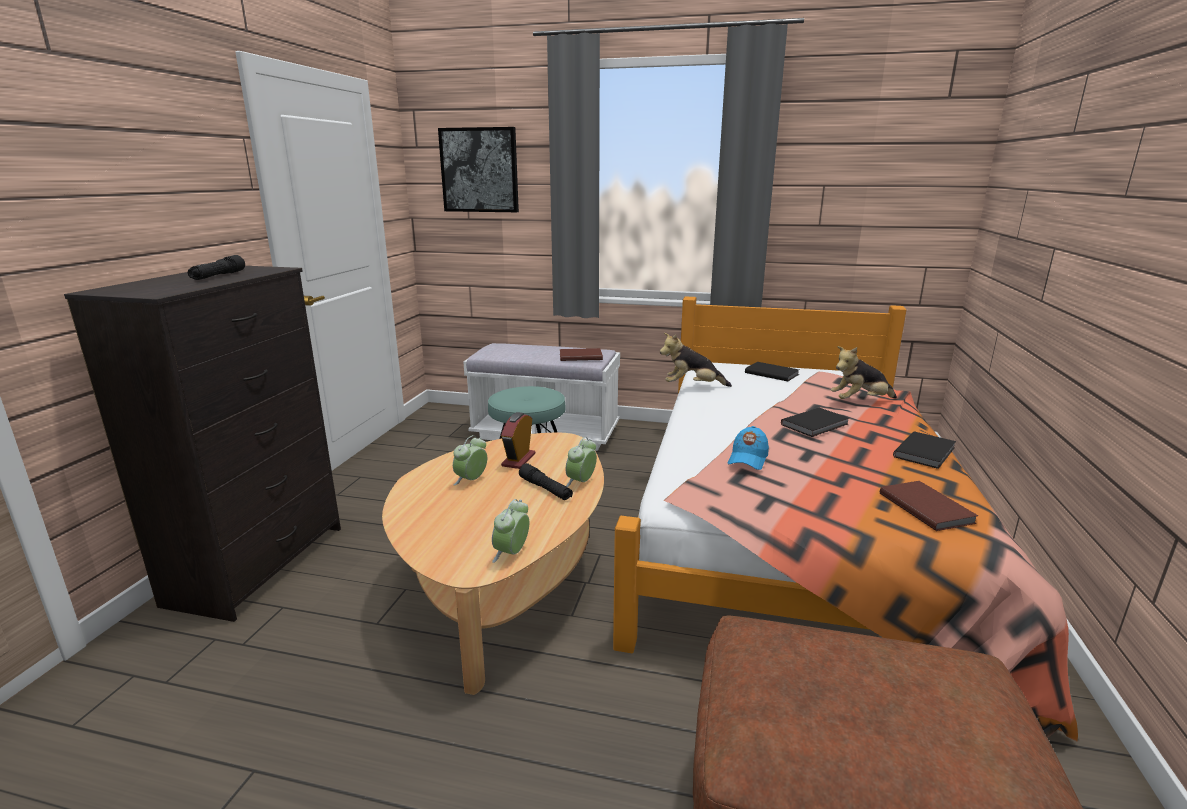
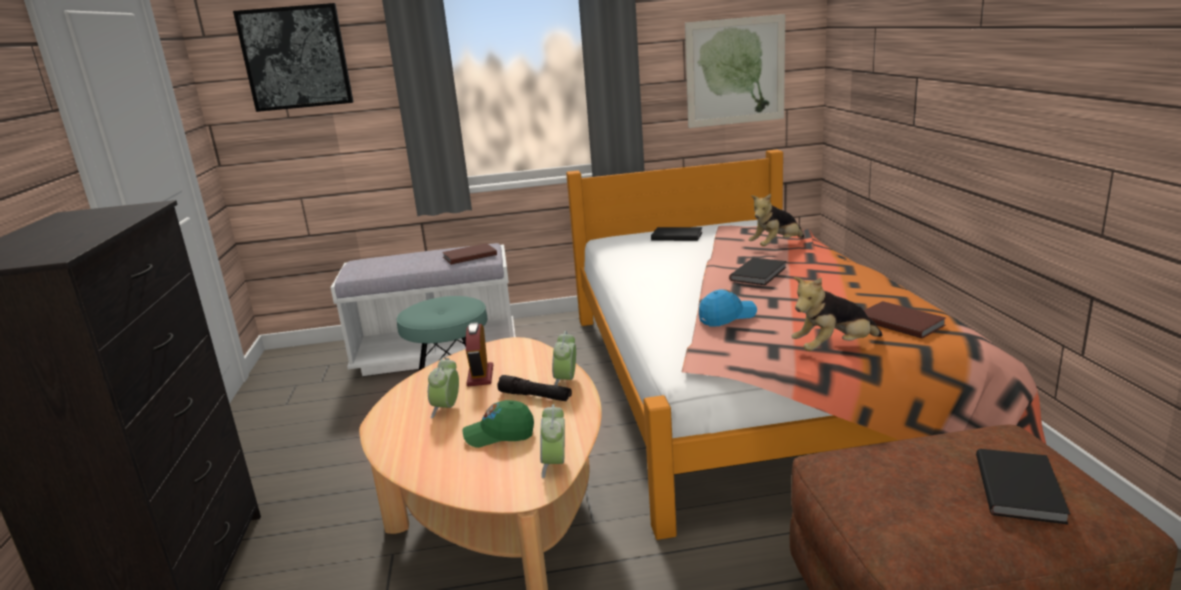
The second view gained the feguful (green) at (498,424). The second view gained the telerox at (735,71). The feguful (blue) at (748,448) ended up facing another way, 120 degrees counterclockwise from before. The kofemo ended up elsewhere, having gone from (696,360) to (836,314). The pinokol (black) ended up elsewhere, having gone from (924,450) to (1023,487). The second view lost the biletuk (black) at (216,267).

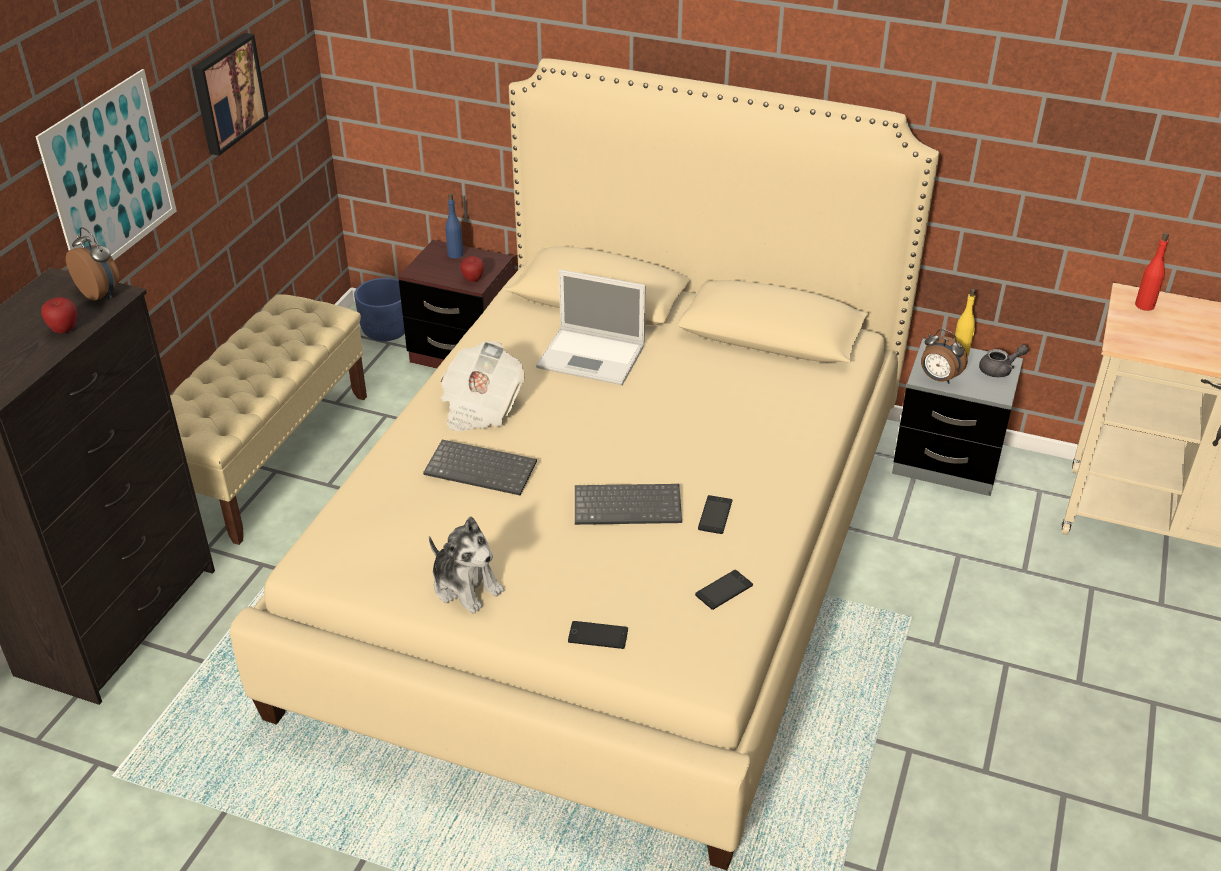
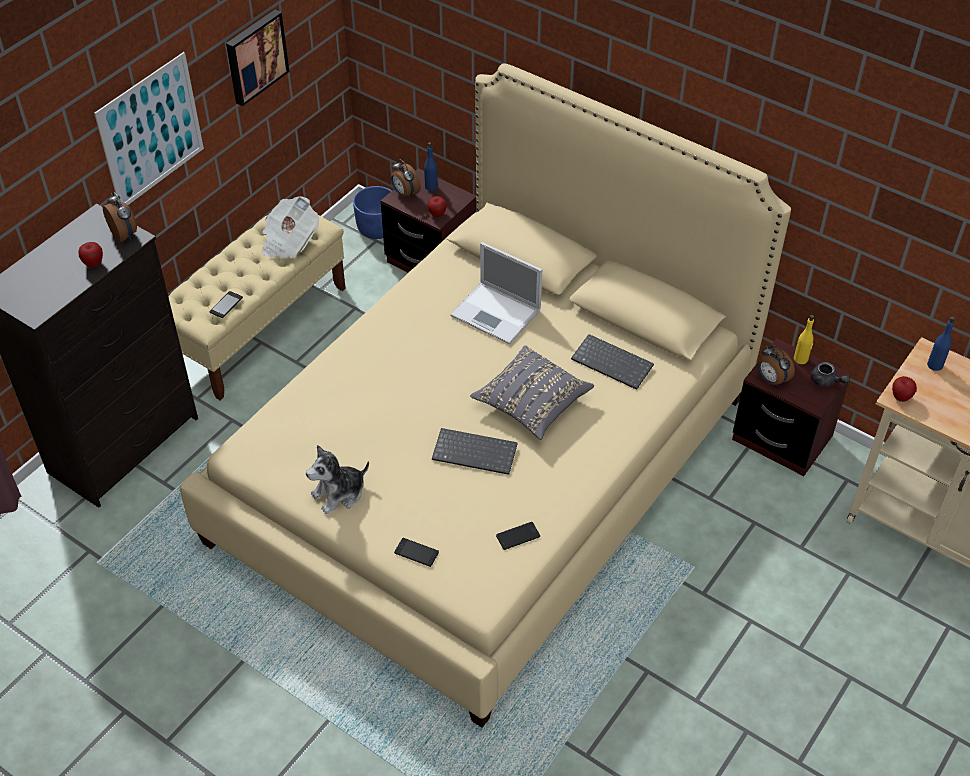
The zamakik ended up elsewhere, having gone from (715,514) to (226,304). The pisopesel ended up elsewhere, having gone from (483,386) to (290,227). The kofemo at (466,565) ended up facing another way, 90 degrees clockwise from before. The second view gained the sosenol at (406,179). The second view gained the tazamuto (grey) at (532,392). The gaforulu ended up elsewhere, having gone from (480,467) to (612,362). What was the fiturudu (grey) at (957,417) turned into the fiturudu (brown) at (791,407). The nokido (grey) at (1004,361) ended up facing another way, 45 degrees clockwise from before. The second view gained the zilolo at (904,389). What was the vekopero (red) at (1152,272) turned into the vekopero (blue) at (941,344).

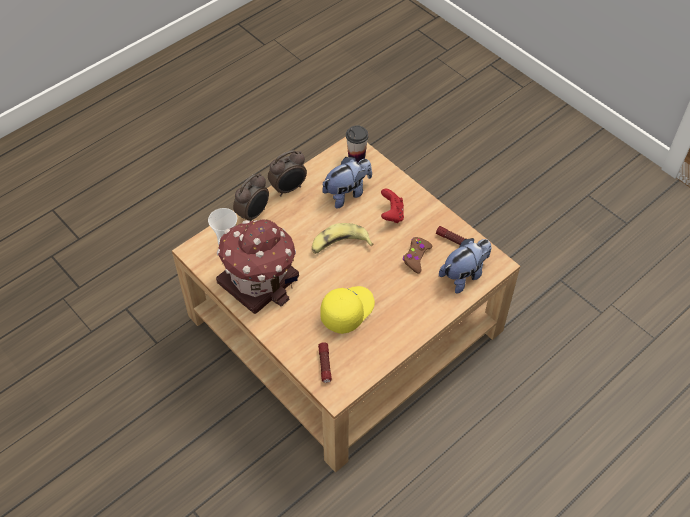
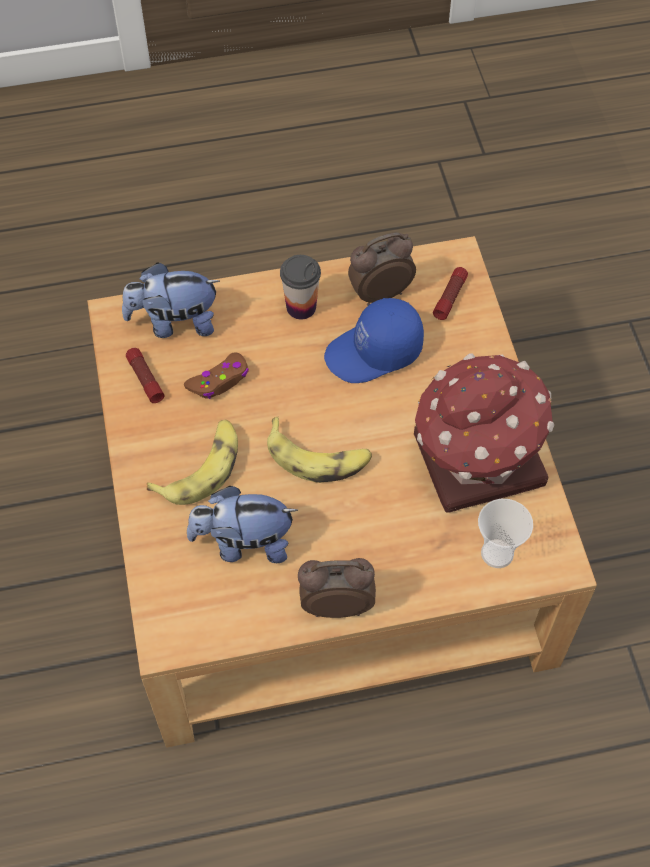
Where the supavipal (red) stood at (392,206), the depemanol came to stand at (192,462). The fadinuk ended up elsewhere, having gone from (357,143) to (300,287). What was the feguful (yellow) at (347,310) turned into the feguful (blue) at (374,340). The sosenol ended up elsewhere, having gone from (251,197) to (382,269).

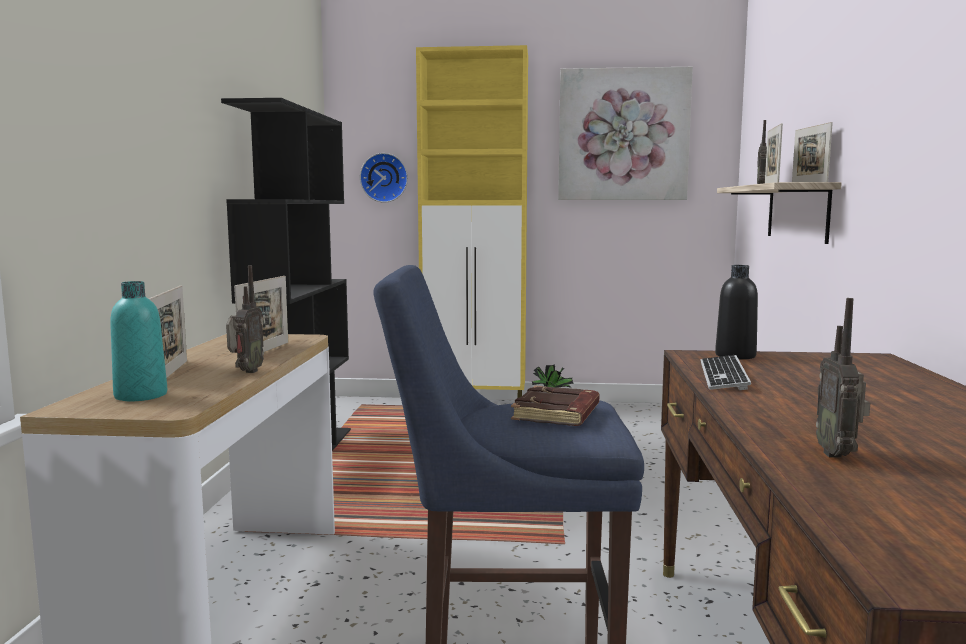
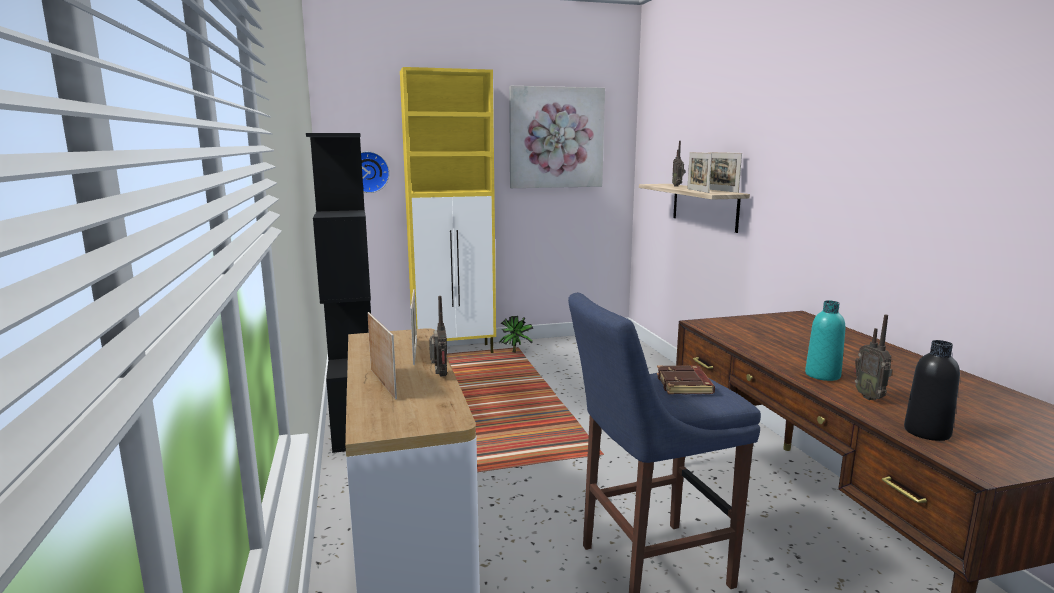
The vekopero (turquoise) ended up elsewhere, having gone from (138,341) to (825,340). The vekopero (black) ended up elsewhere, having gone from (736,312) to (932,390). The second view lost the gaforulu at (725,372).

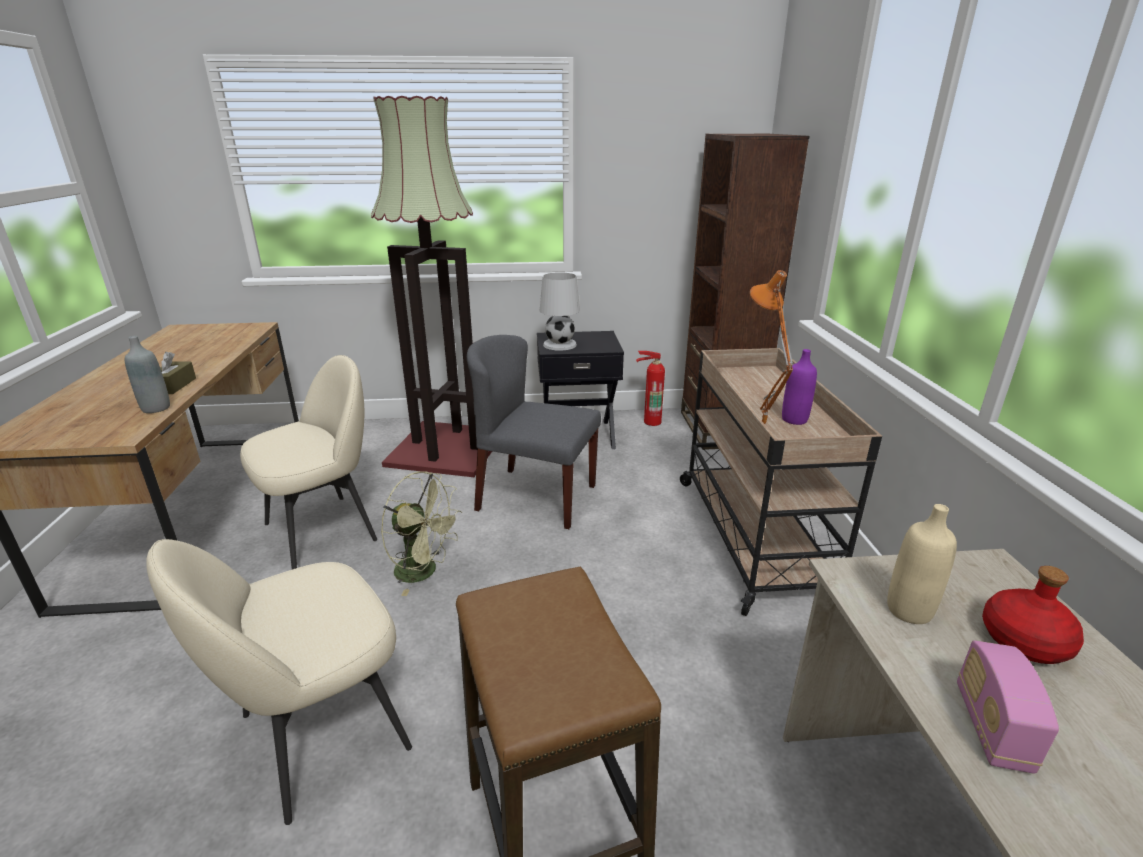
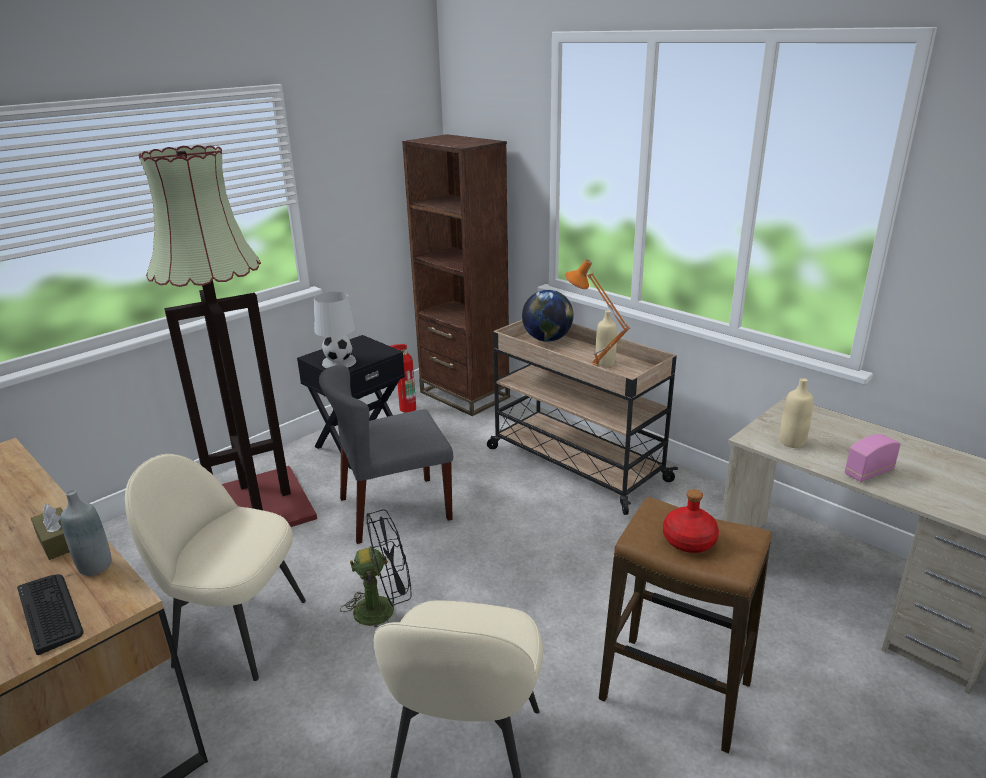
The second view gained the gaforulu at (50,614). The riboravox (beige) at (308,462) ended up facing another way, 90 degrees counterclockwise from before. What was the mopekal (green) at (421,533) turned into the mopekal (black) at (375,568). The second view gained the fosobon at (548,316). What was the vekopero (purple) at (799,387) turned into the vekopero (beige) at (606,338). The vekopero (red) ended up elsewhere, having gone from (1033,615) to (691,521). The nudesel at (1008,707) ended up facing another way, 90 degrees clockwise from before.

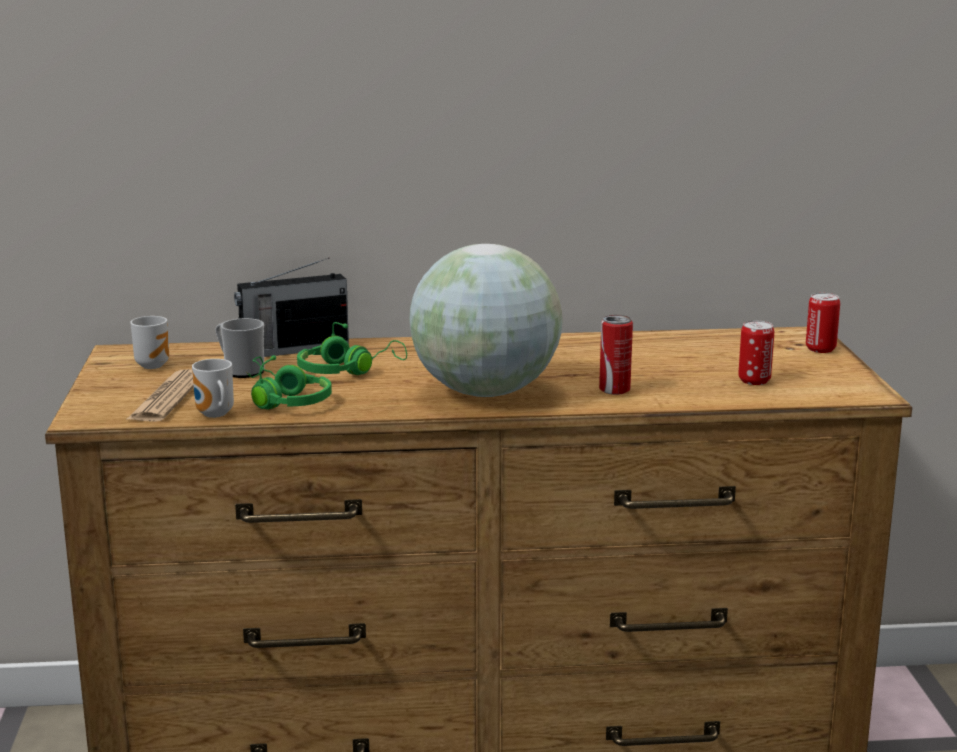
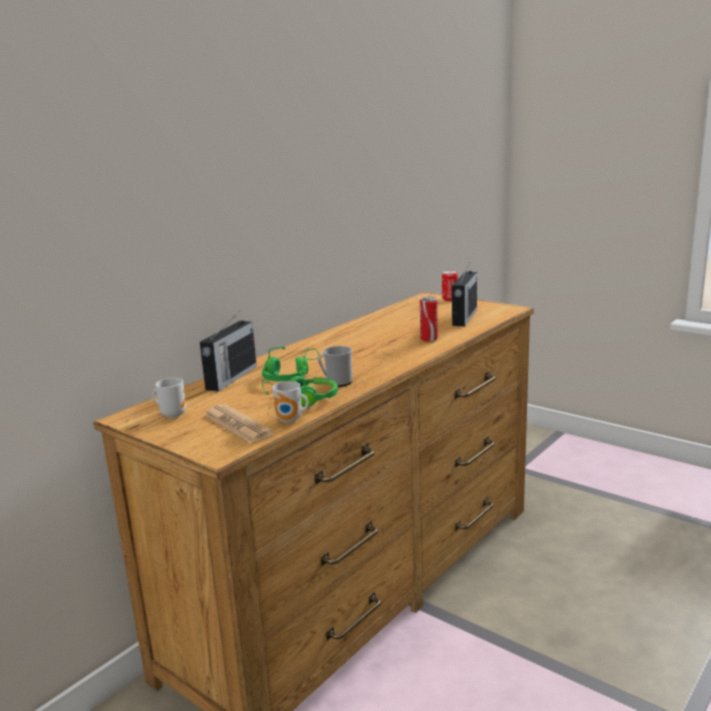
The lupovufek ended up elsewhere, having gone from (239,348) to (335,366). Where the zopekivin stood at (756,353), the nudesel came to stand at (464,294). The second view lost the fosobon at (486,320).

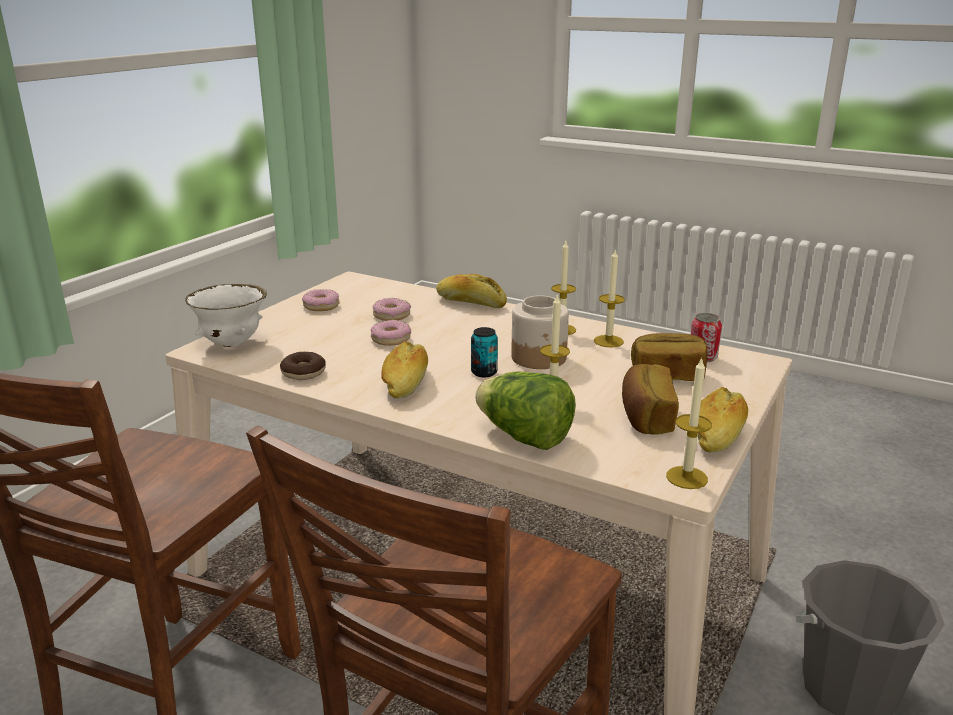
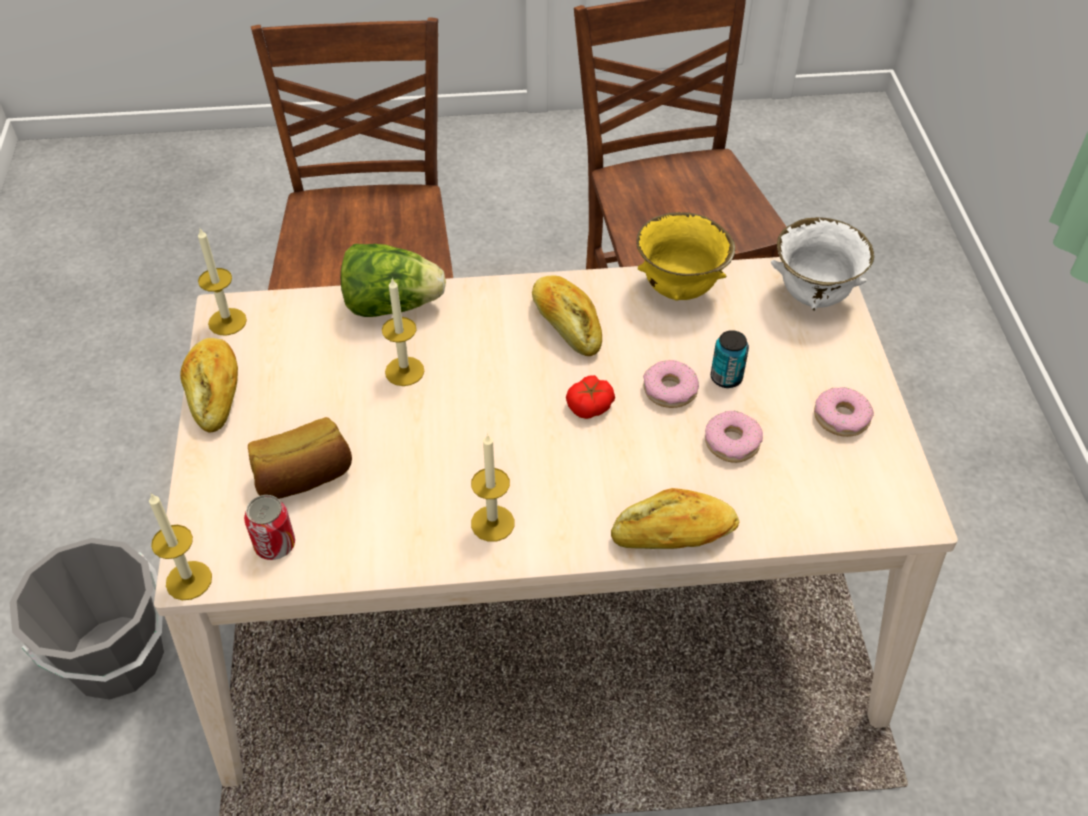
The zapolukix ended up elsewhere, having gone from (609,297) to (180,546). The second view gained the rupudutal at (590,397). Where the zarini stood at (303,366), the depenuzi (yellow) came to stand at (686,256). The zopekivin ended up elsewhere, having gone from (484,352) to (730,359). The second view lost the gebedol at (540,332). The second view lost the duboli at (650,399).

